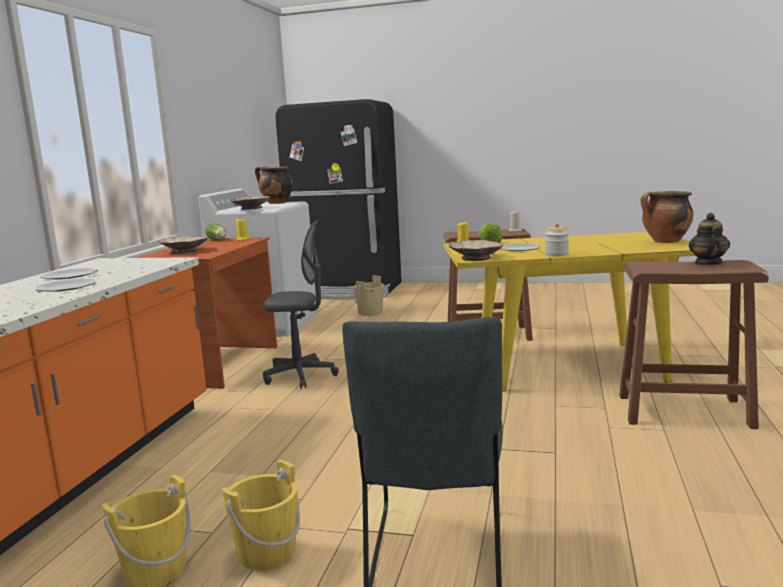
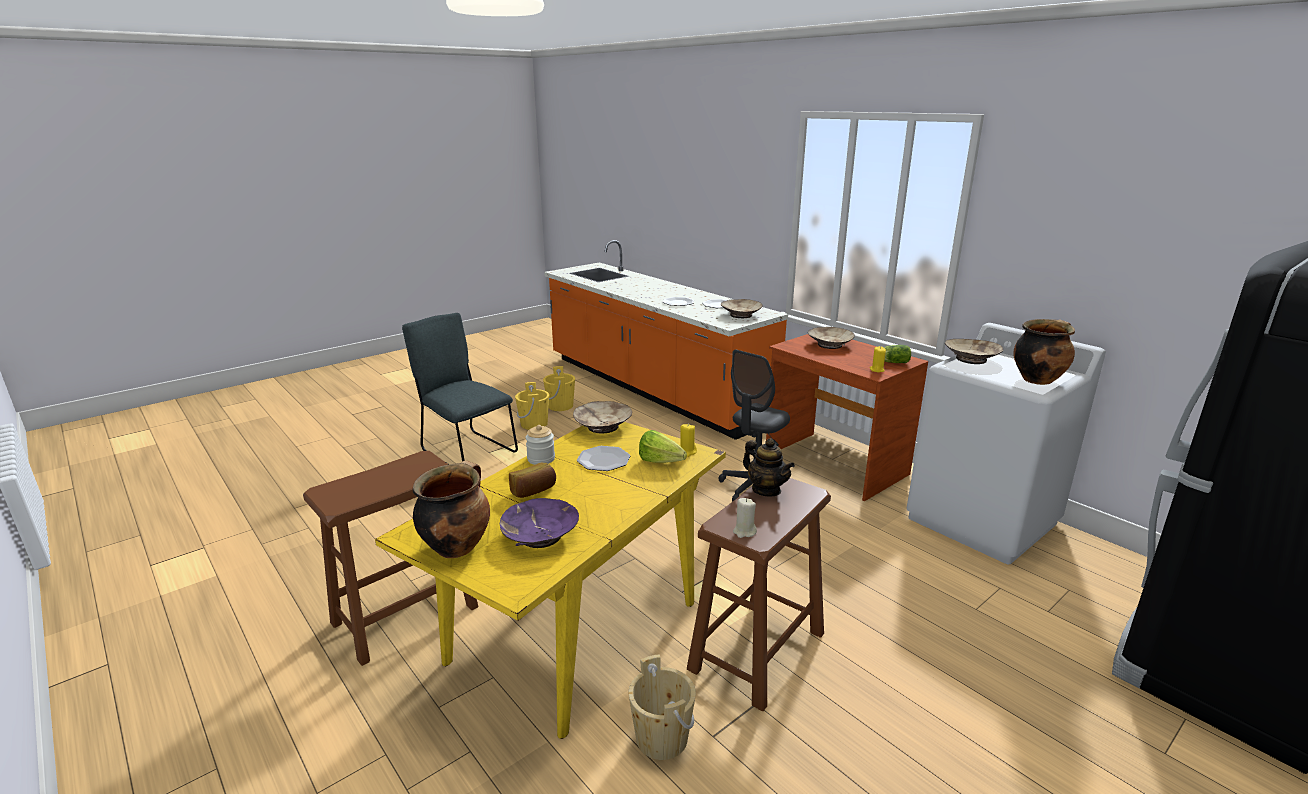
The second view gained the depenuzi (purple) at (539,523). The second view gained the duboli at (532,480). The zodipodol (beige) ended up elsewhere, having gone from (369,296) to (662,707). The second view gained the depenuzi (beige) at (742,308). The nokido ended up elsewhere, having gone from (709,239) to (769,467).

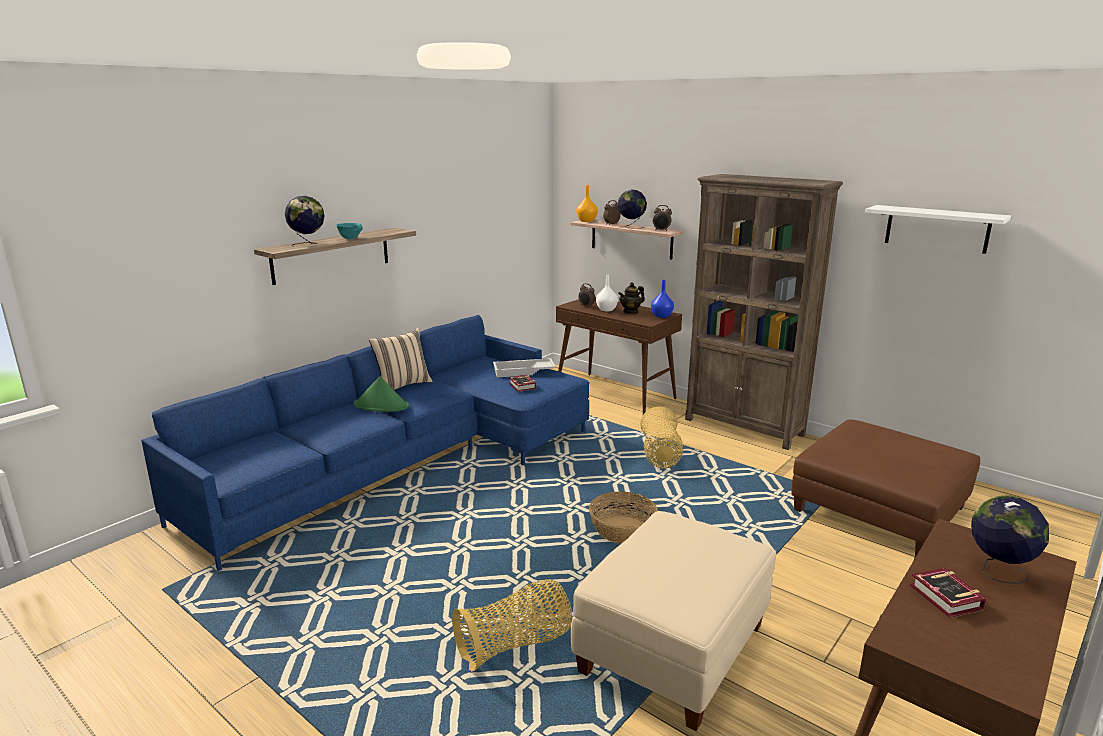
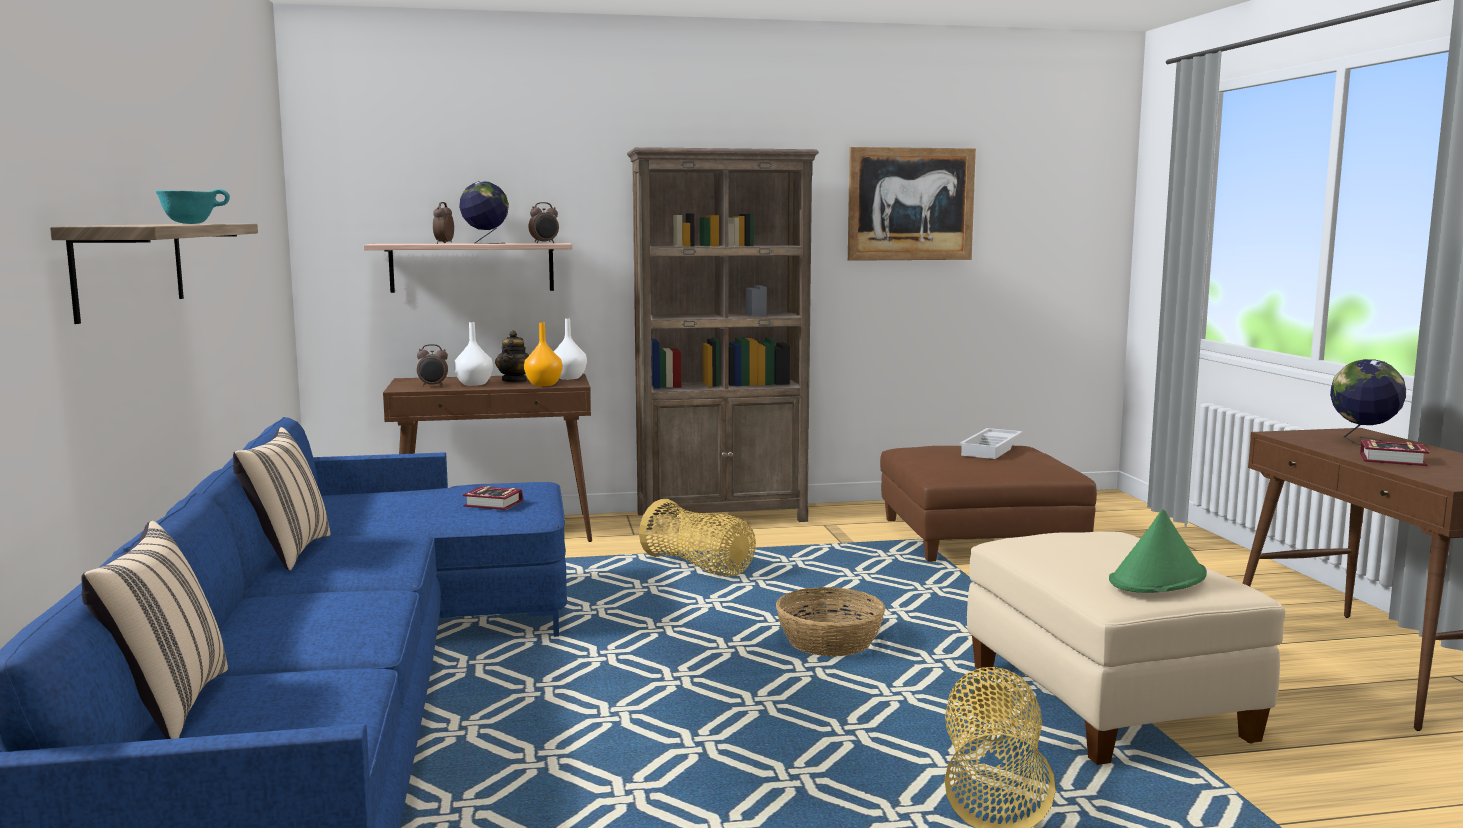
The second view gained the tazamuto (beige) at (154,630). The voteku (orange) ended up elsewhere, having gone from (587,204) to (543,354). What was the voteku (blue) at (662,299) turned into the voteku (white) at (570,349). Where the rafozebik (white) hung at (938,229), the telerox came to hang at (912,204). The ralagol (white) ended up elsewhere, having gone from (524,367) to (991,443). The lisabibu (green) ended up elsewhere, having gone from (381,394) to (1158,551). The second view lost the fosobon at (305,221).

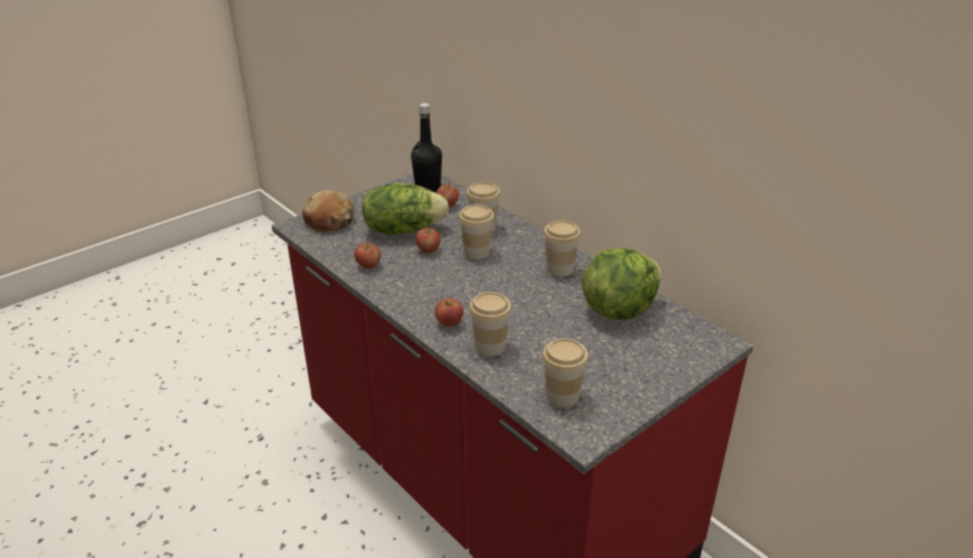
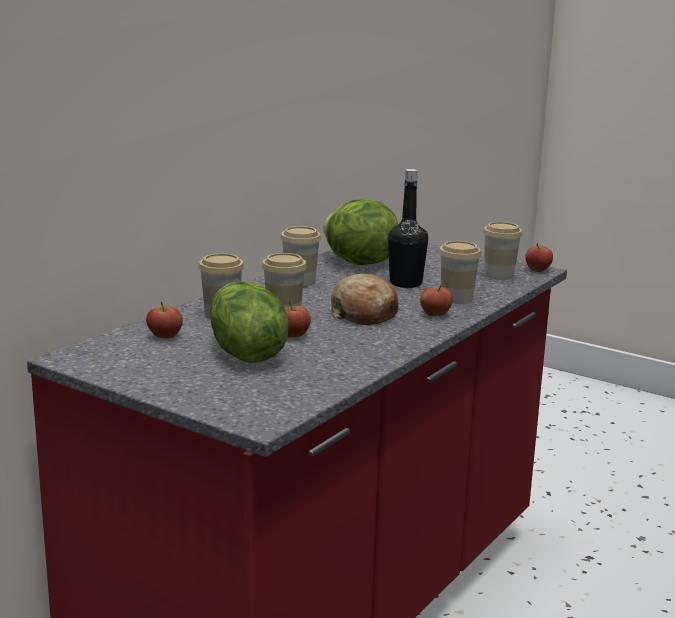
The duboli ended up elsewhere, having gone from (328,211) to (364,299). The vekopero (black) ended up elsewhere, having gone from (426,147) to (408,228). The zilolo ended up elsewhere, having gone from (367,255) to (539,257).

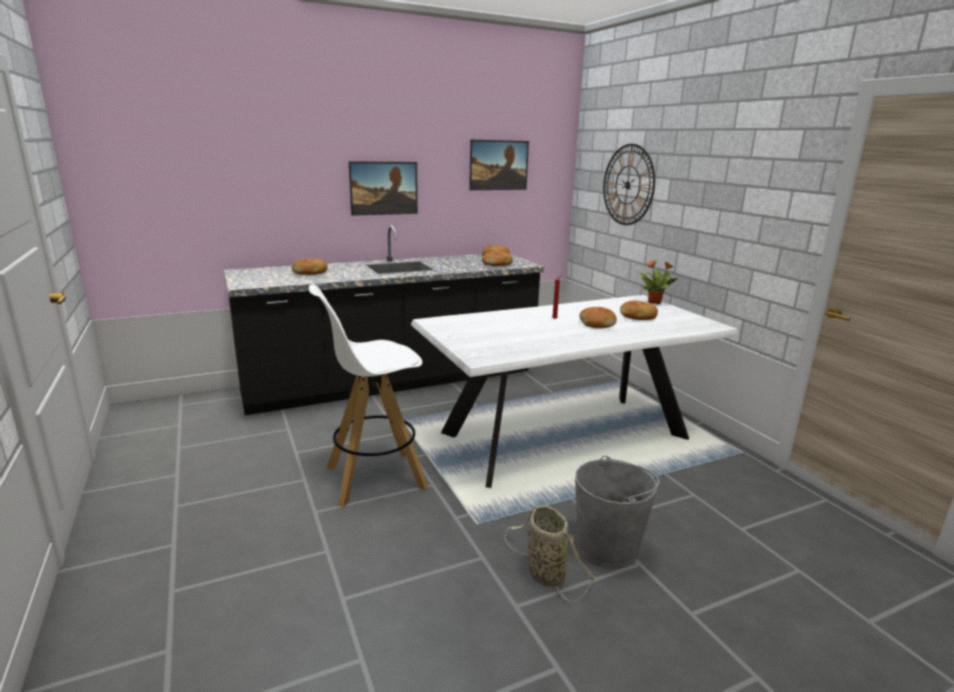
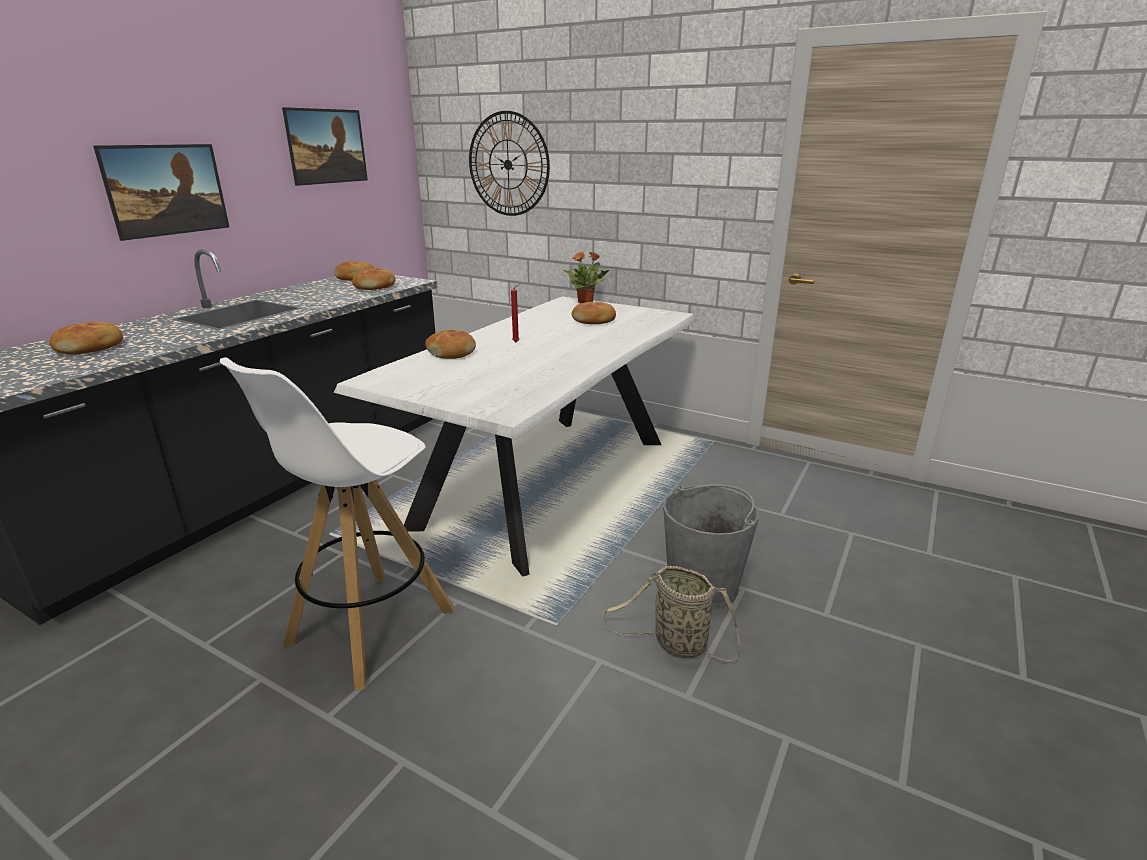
The duboli ended up elsewhere, having gone from (598,317) to (450,344).

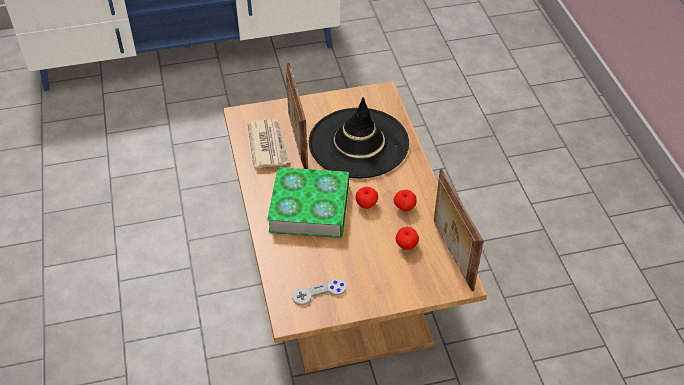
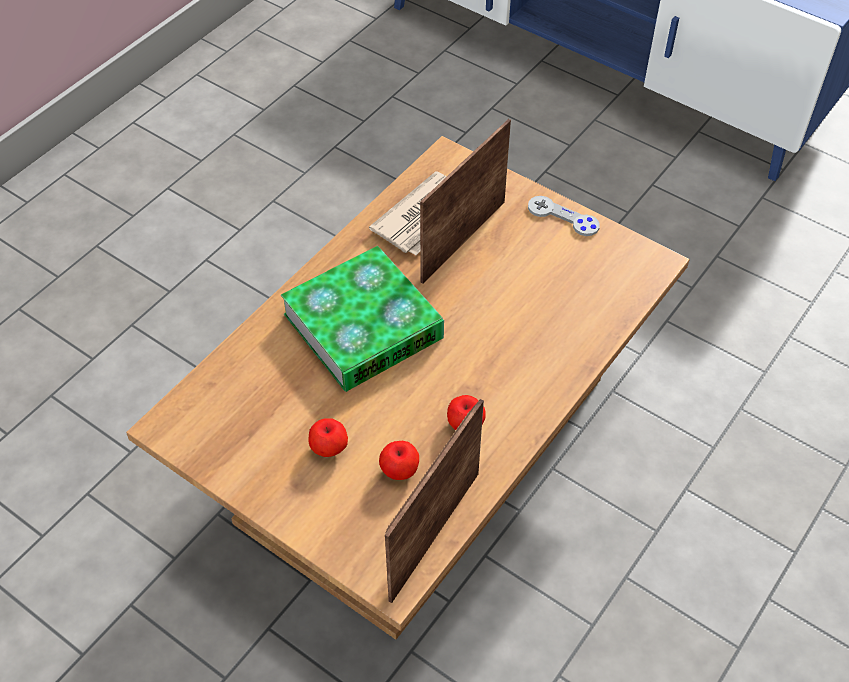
The zilolo ended up elsewhere, having gone from (366,198) to (328,437). The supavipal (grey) ended up elsewhere, having gone from (319,292) to (564,216). The second view lost the lisabibu (black) at (359,138).

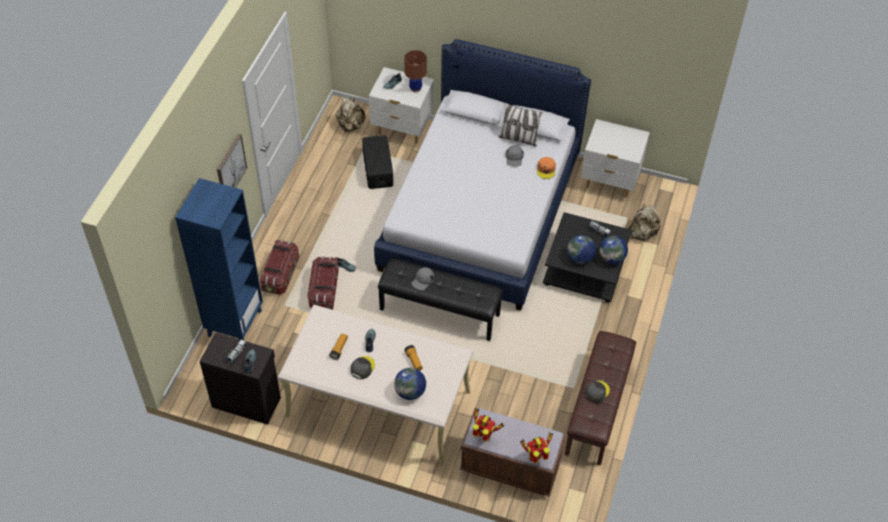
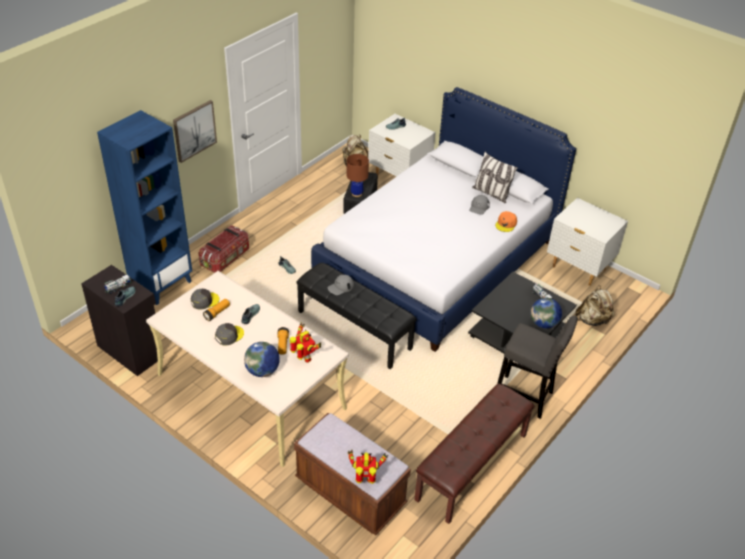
The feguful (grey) ended up elsewhere, having gone from (597,392) to (205,299). The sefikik ended up elsewhere, having gone from (488,425) to (305,343). The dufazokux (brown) ended up elsewhere, having gone from (415,71) to (358,175). The second view gained the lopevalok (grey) at (537,367). The second view lost the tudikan at (322,283). The second view lost the fosobon at (581,249).

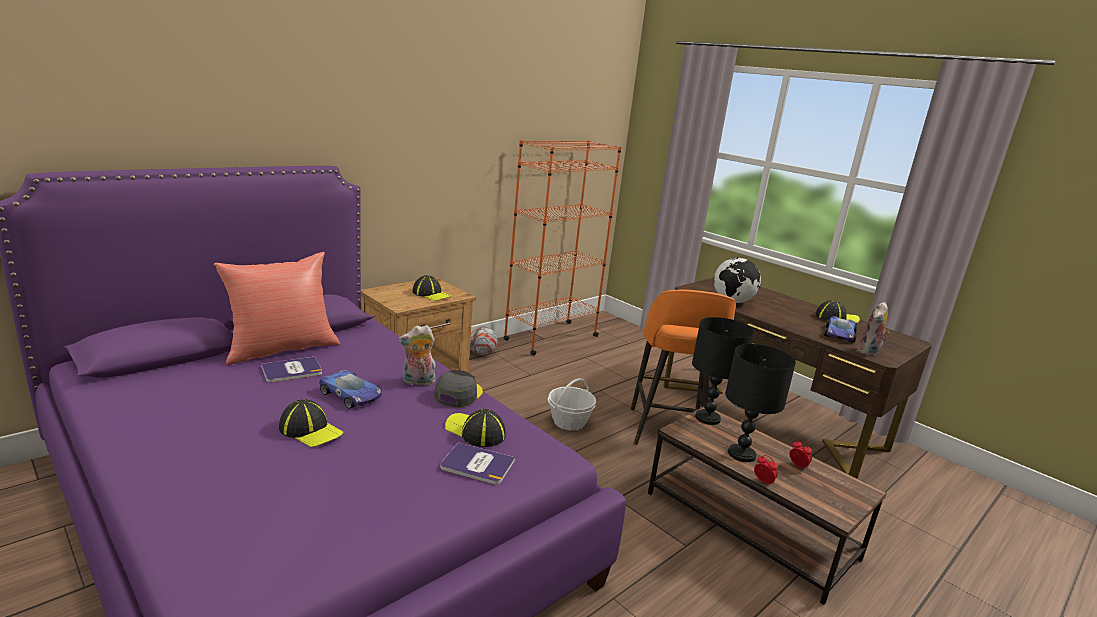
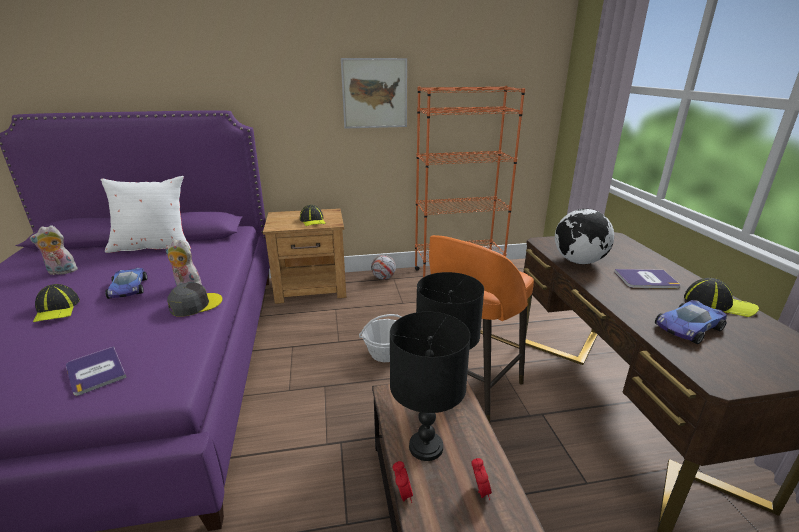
The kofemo ended up elsewhere, having gone from (873,329) to (55,250). What was the tazamuto (red) at (277,308) turned into the tazamuto (white) at (145,214). The second view gained the telerox at (374,93). The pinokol ended up elsewhere, having gone from (291,369) to (647,279). The second view lost the feguful at (475,428).

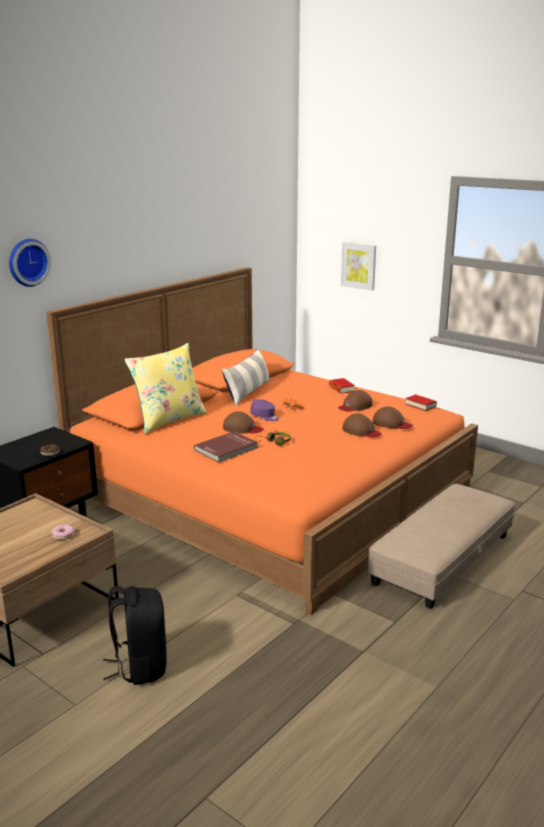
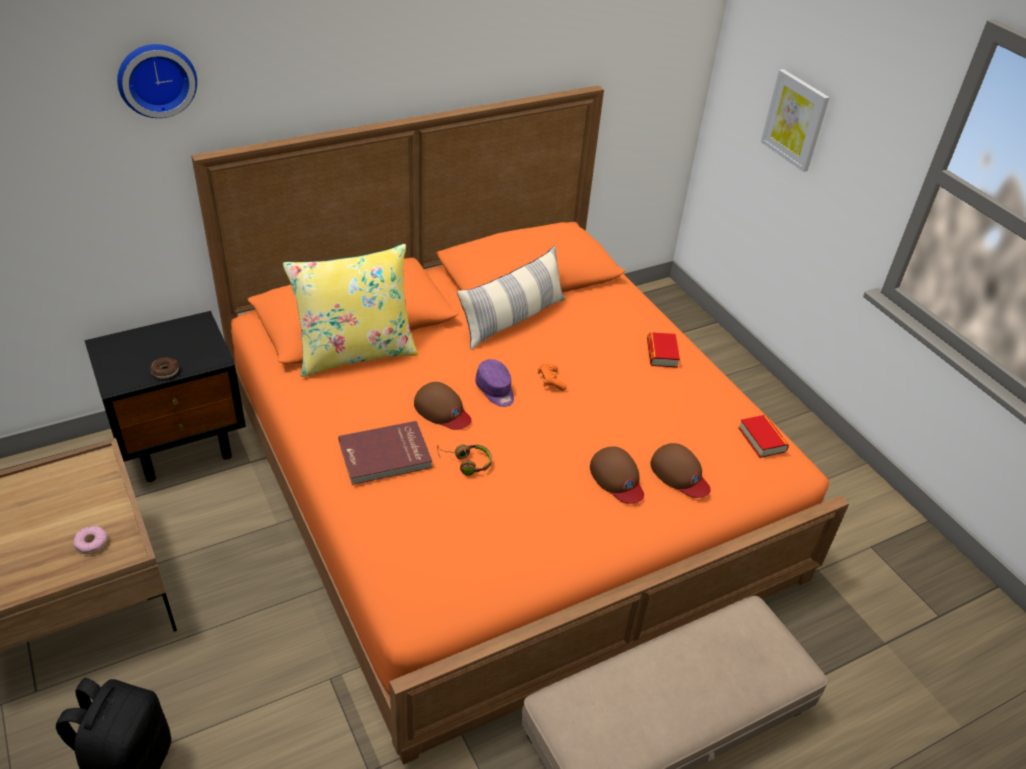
The second view lost the feguful (brown) at (355,401).

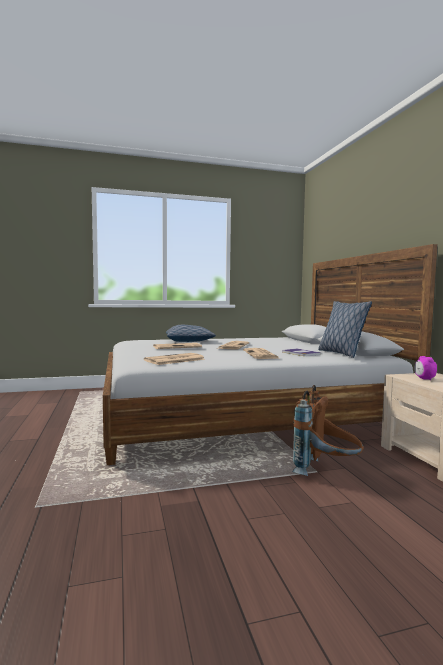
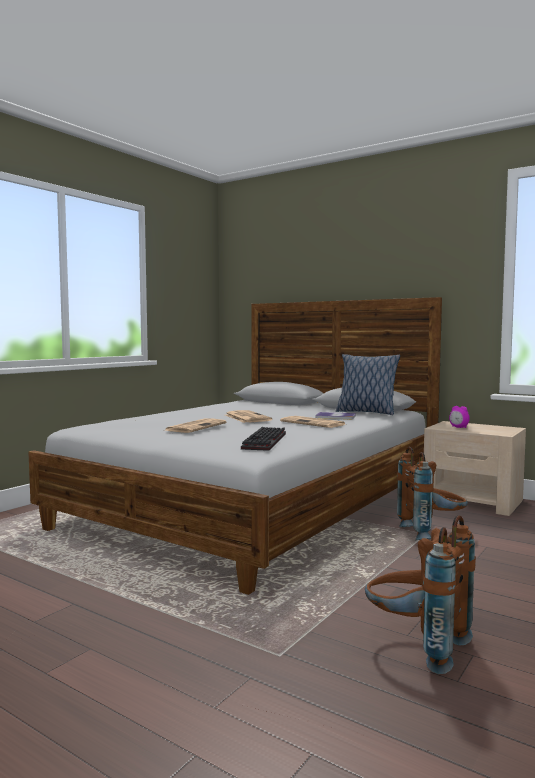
Where the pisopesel stood at (174,359), the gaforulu came to stand at (263,439). The second view gained the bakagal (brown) at (420,594). The second view lost the tazamuto at (191,333).

